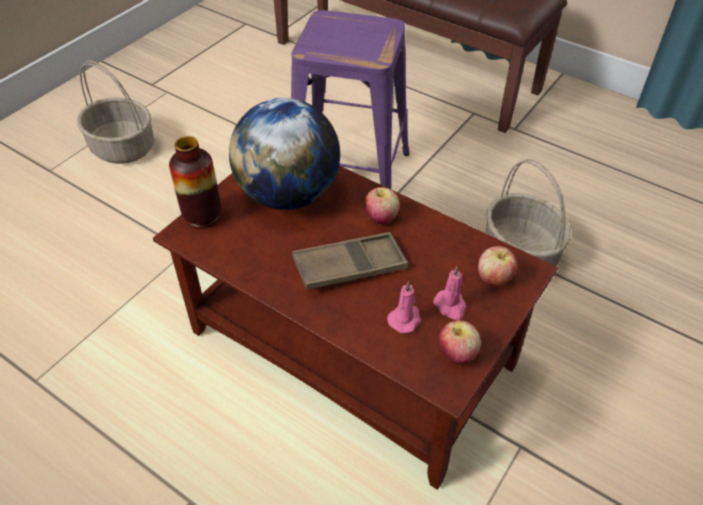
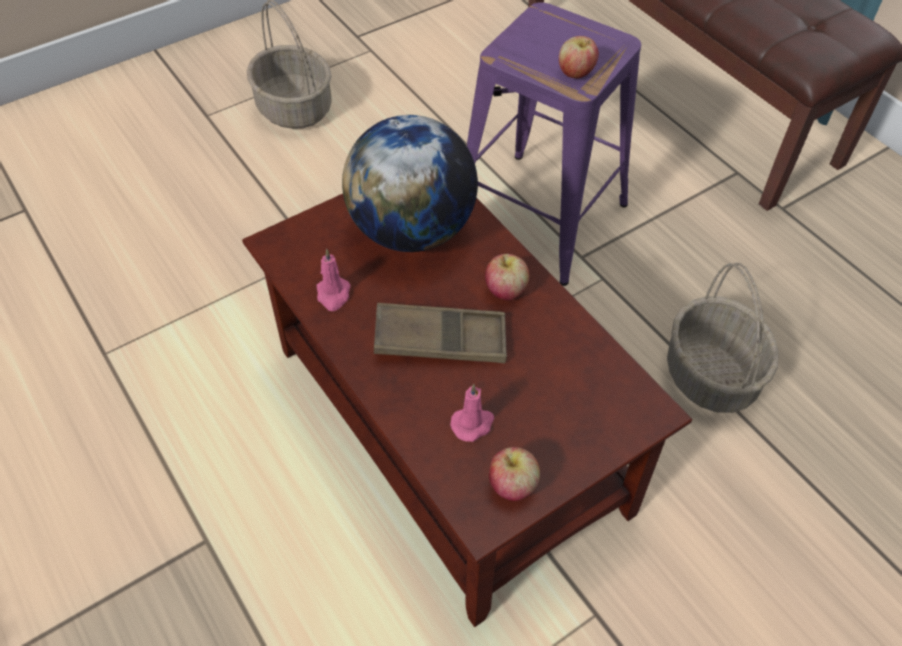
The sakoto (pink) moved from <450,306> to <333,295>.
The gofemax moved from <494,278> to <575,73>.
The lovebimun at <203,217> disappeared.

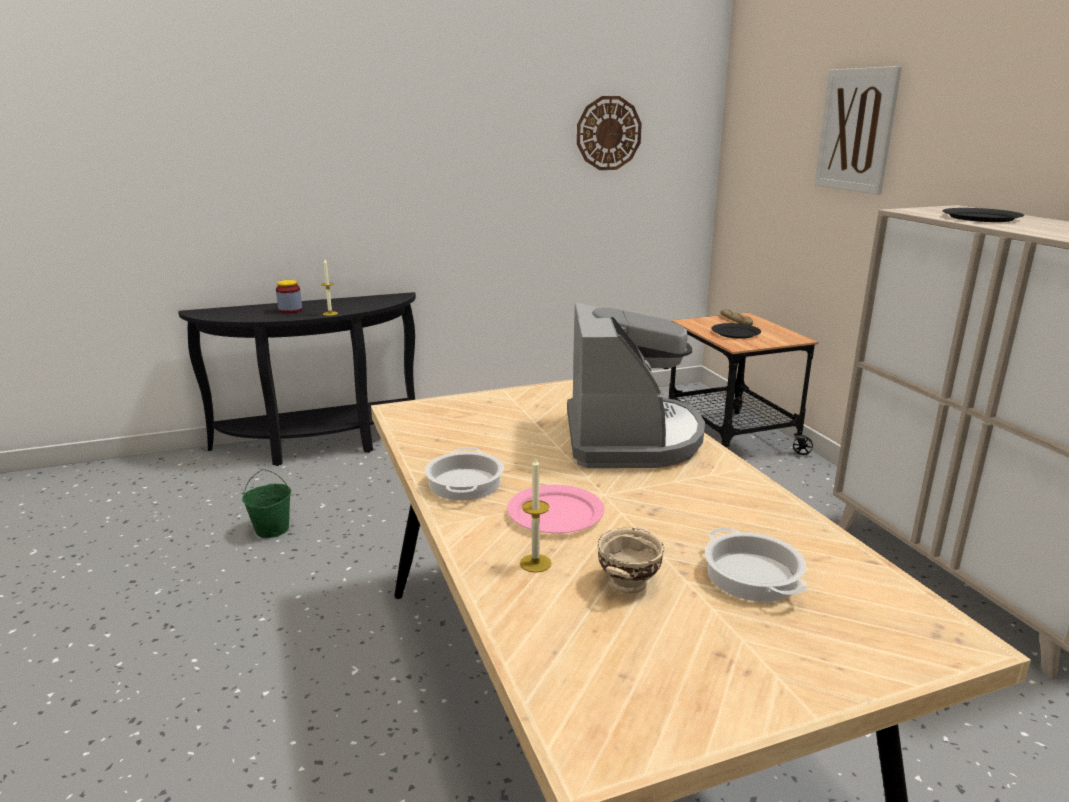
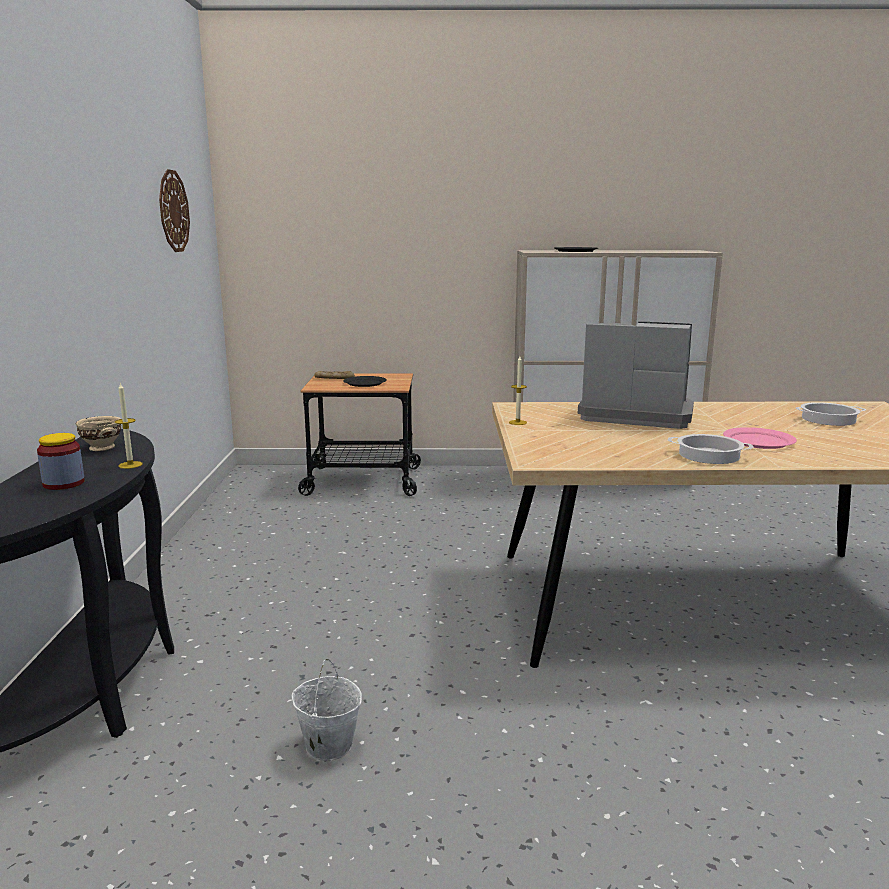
The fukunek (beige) moved from <627,583> to <101,448>.
The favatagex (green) at <272,529> became the favatagex (white) at <328,745>.
The sakoto moved from <535,563> to <517,422>.
The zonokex at <856,130> disappeared.

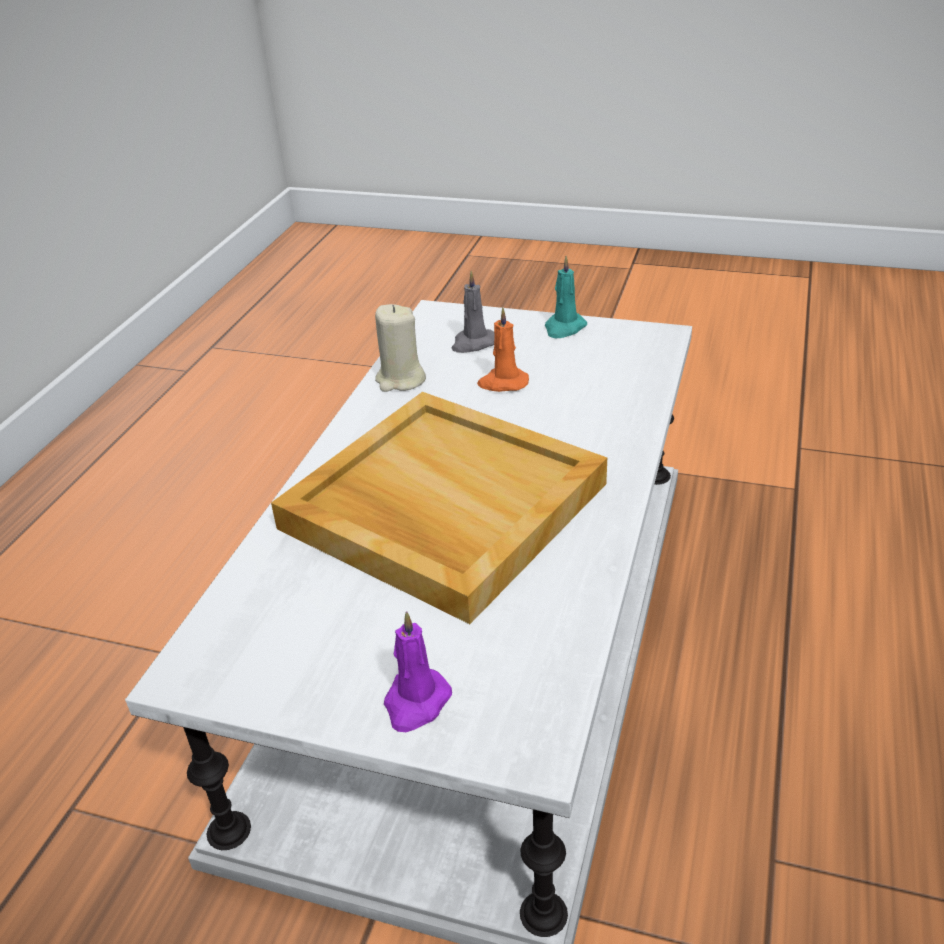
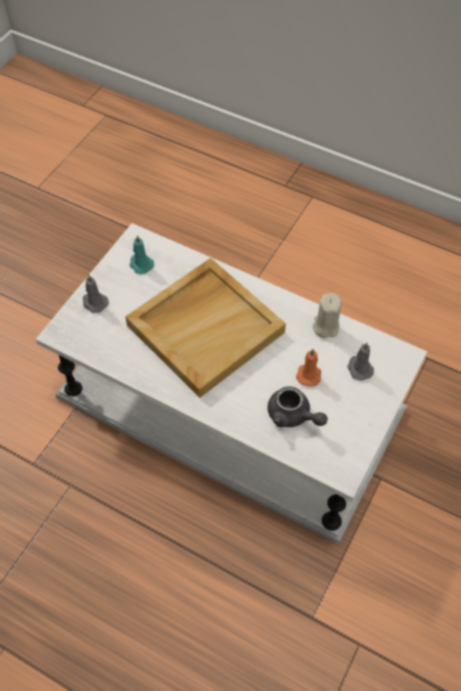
The sakoto (purple) at <416,703> became the sakoto (grey) at <94,302>.
The sakoto (turquoise) moved from <564,328> to <140,264>.
The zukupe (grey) at <293,416> appeared.

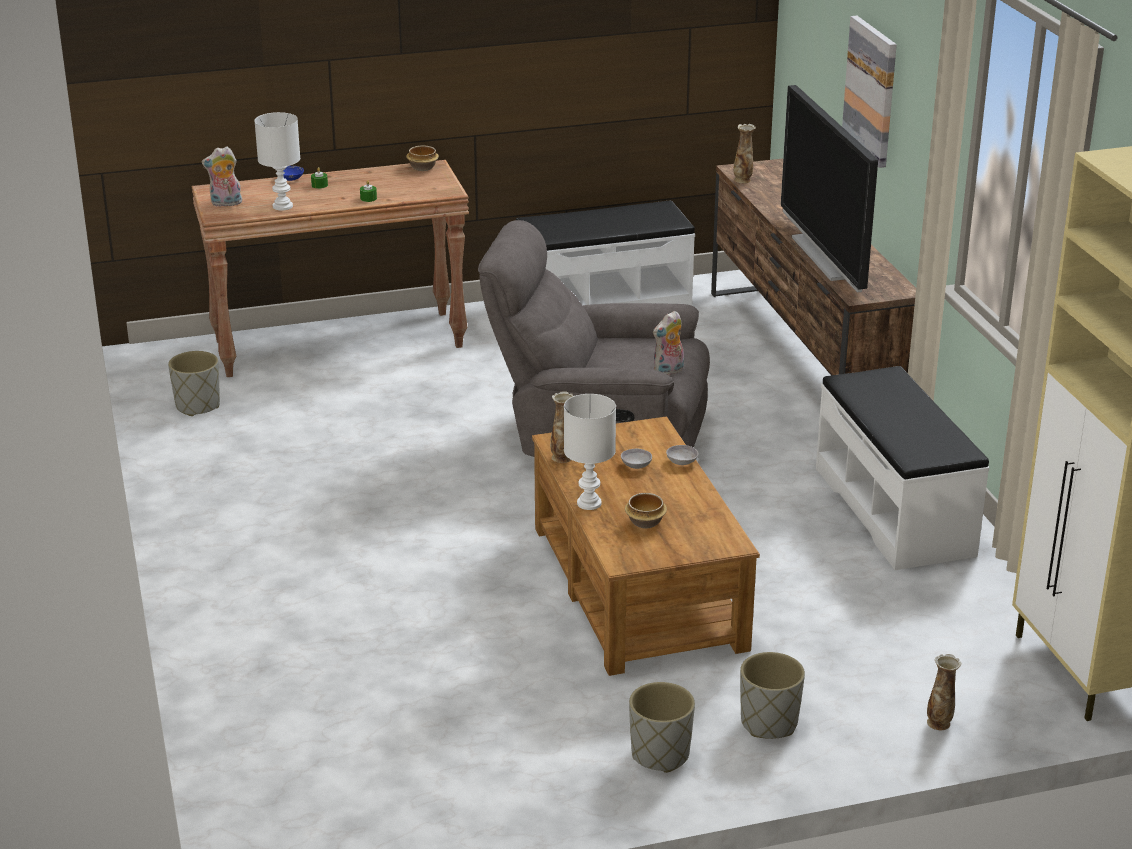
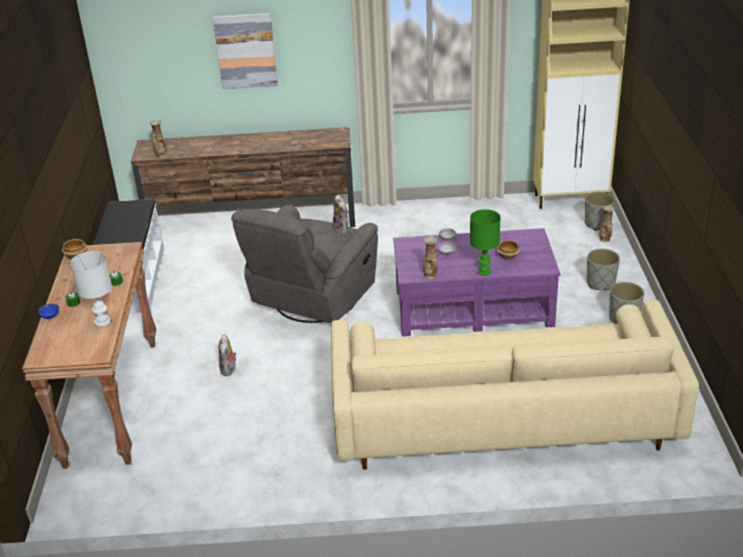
The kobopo moved from <225,204> to <229,370>.
The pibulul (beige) at <502,418> appeared.
The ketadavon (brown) at <638,586> became the ketadavon (purple) at <472,307>.
The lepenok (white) at <589,503> became the lepenok (green) at <483,271>.
The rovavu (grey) moved from <198,406> to <597,224>.
The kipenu at <826,257> disappeared.
The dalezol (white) at <895,511> disappeared.

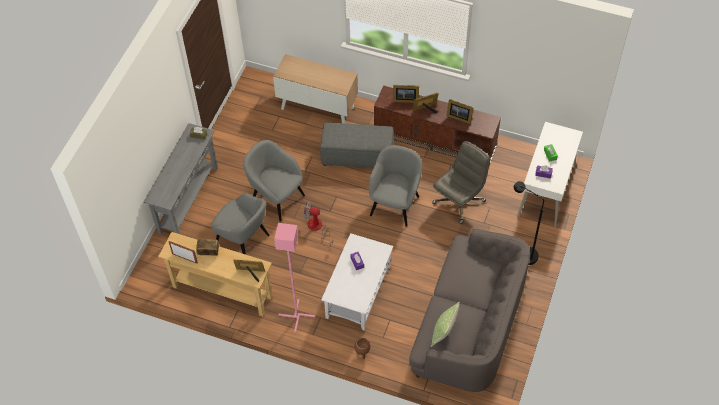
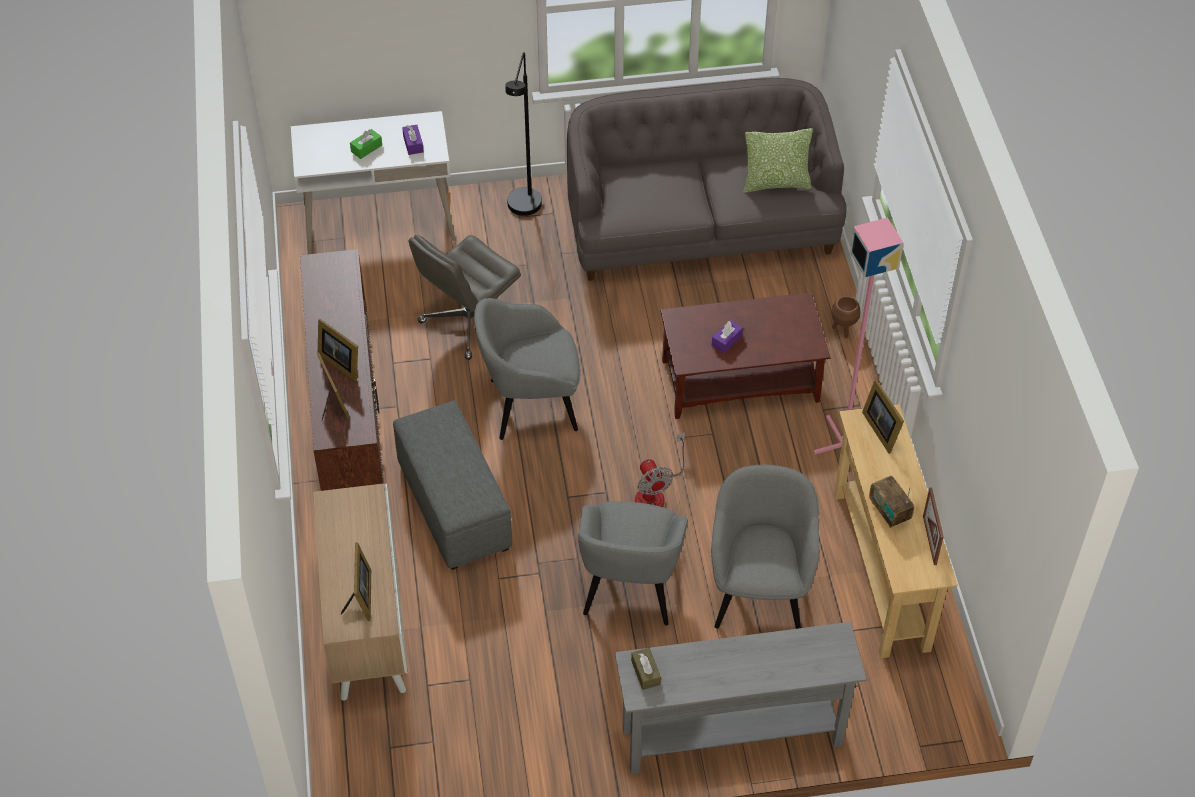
The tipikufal moved from <458,117> to <361,597>.
The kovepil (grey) at <459,201> turned 60 degrees counterclockwise.
The ketadavon (white) at <358,293> became the ketadavon (brown) at <741,380>.

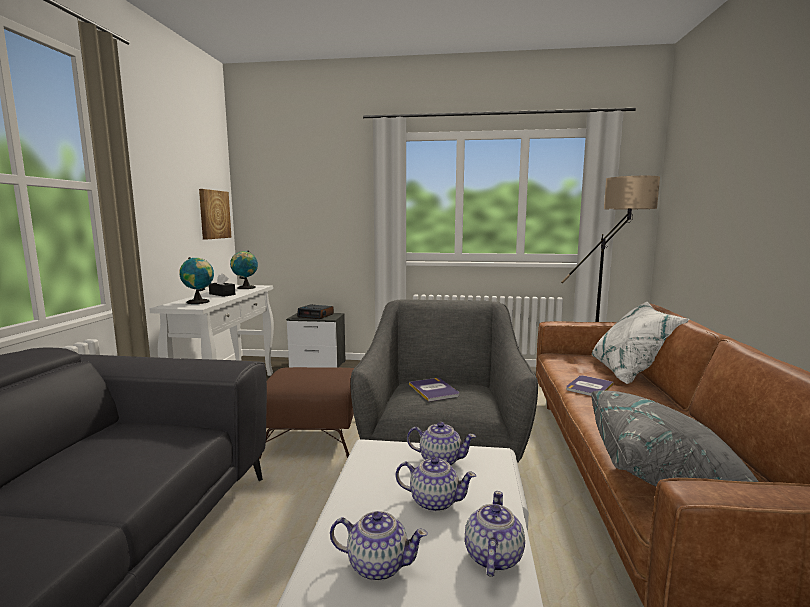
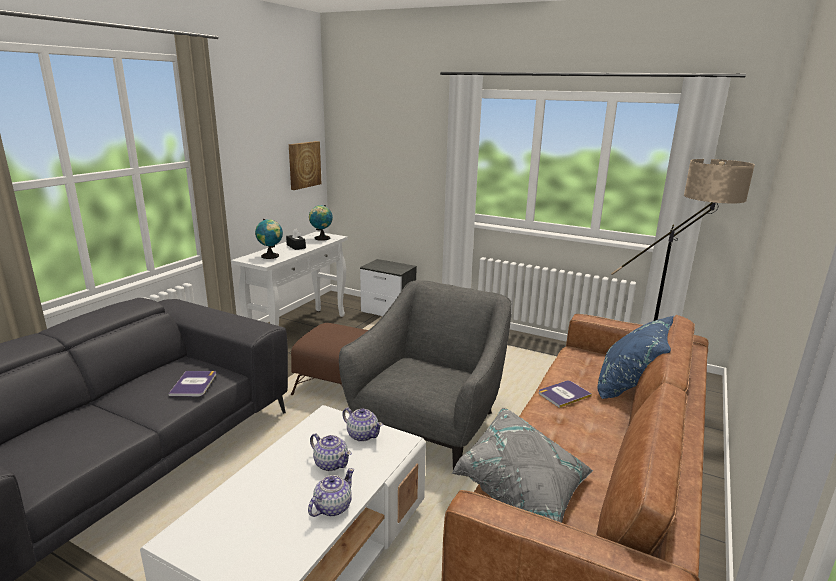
The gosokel moved from <434,390> to <193,384>.
The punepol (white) at <631,373> became the punepol (blue) at <629,386>.
The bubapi at <316,315> disappeared.
The zukupe at <377,565> disappeared.

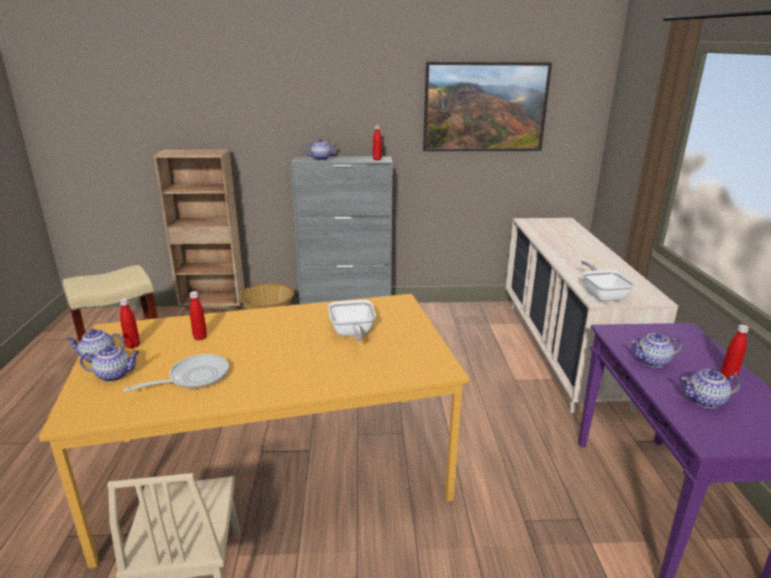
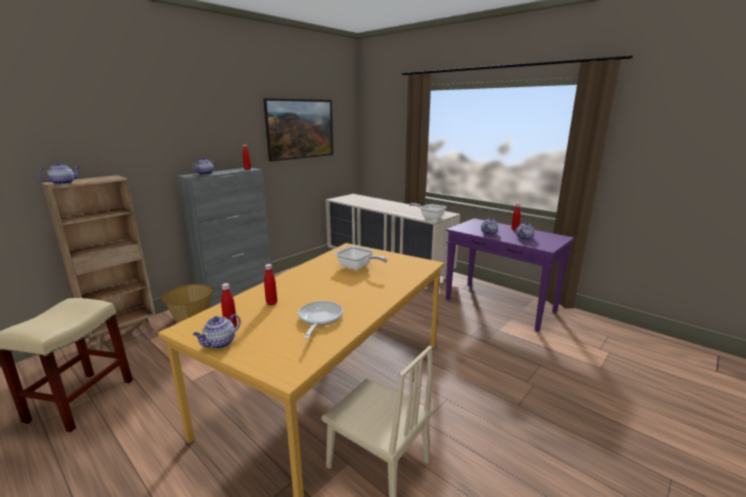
The zukupe moved from <115,375> to <63,183>.

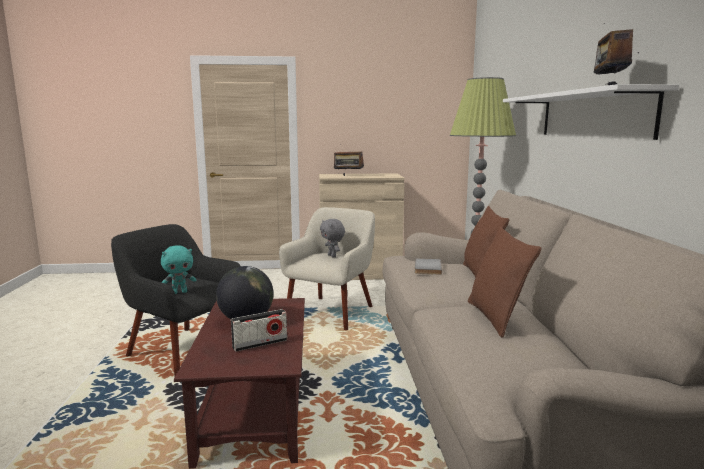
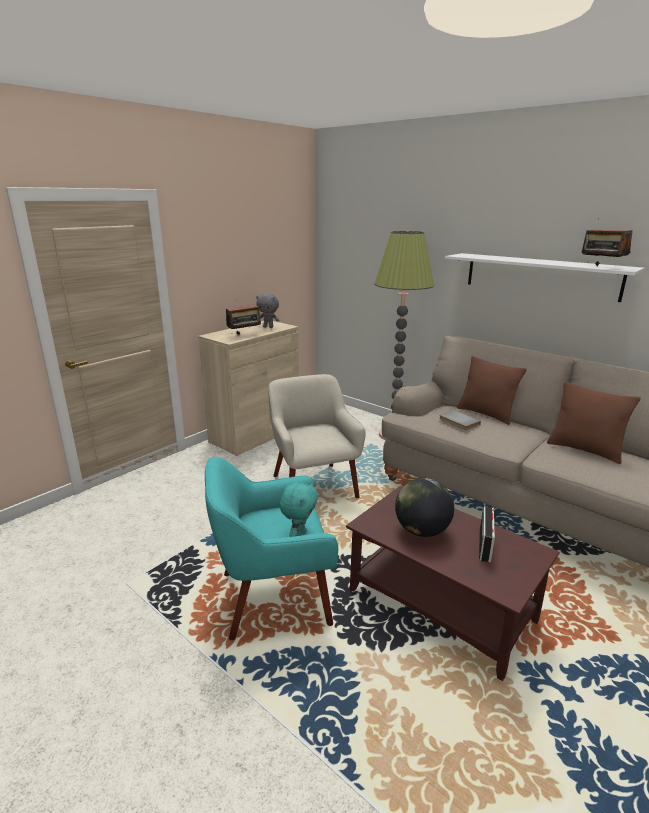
The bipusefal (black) at <183,350> became the bipusefal (turquoise) at <272,597>.
The kobopo (grey) moved from <332,256> to <268,327>.

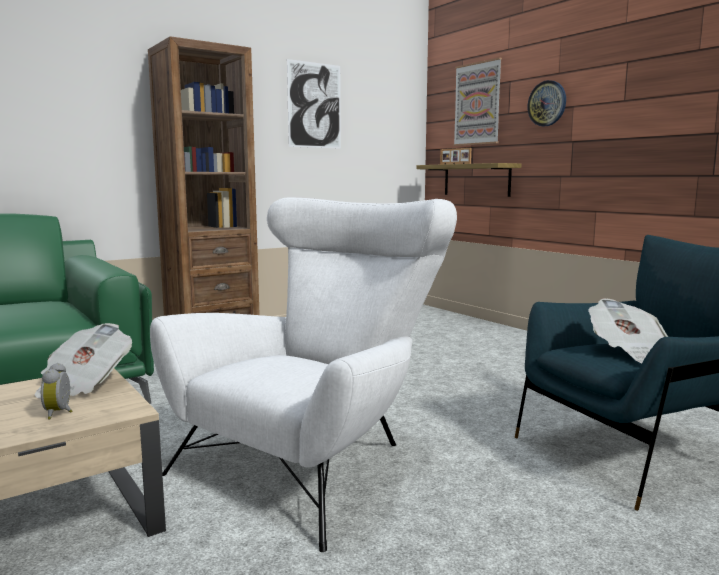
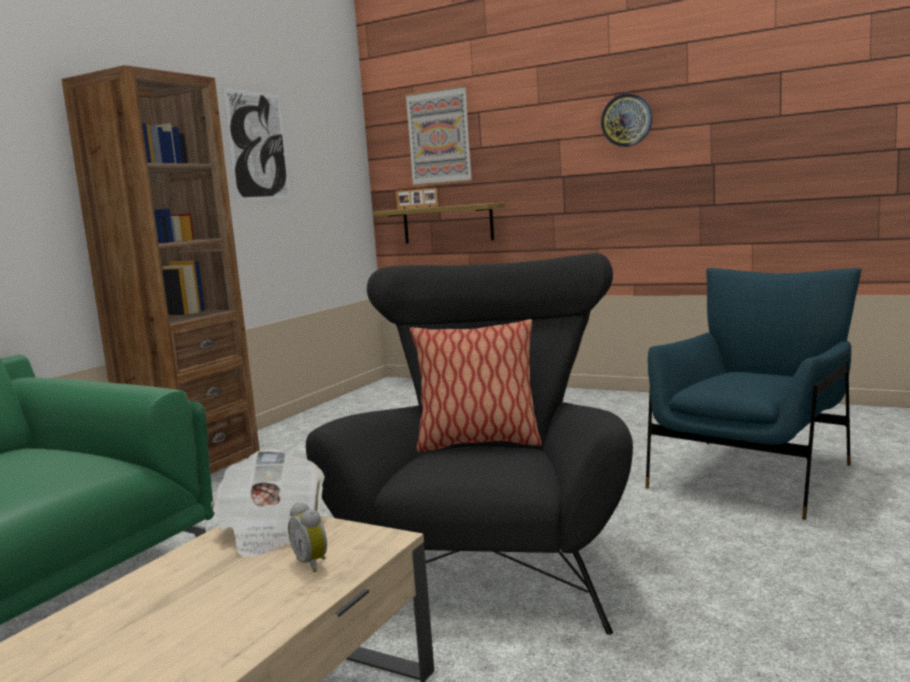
The bipusefal (white) at <314,460> became the bipusefal (black) at <490,559>.
The punepol at <478,443> appeared.
The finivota moved from <547,103> to <626,120>.
The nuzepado at <629,352> disappeared.

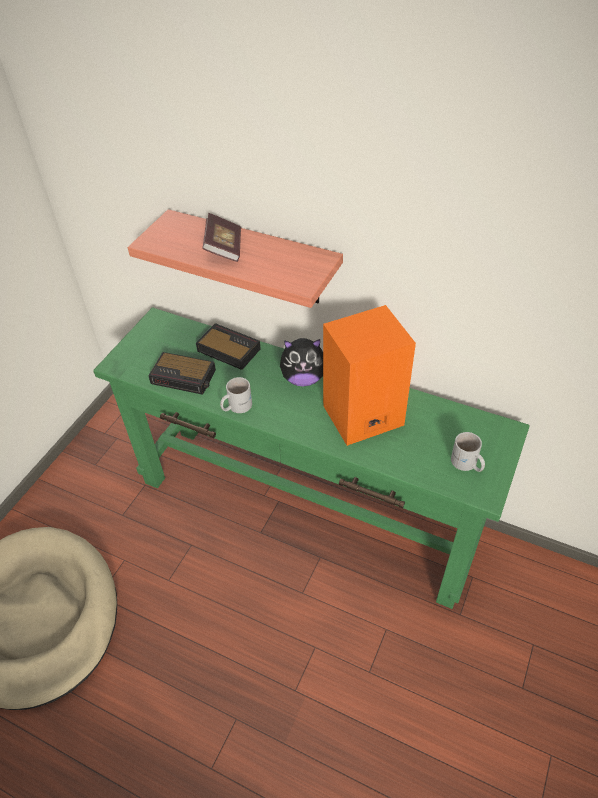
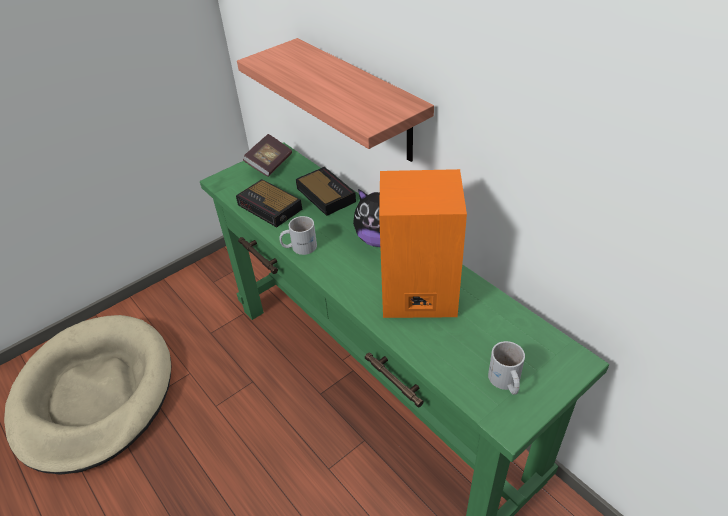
The gosokel moved from <224,248> to <269,164>.

